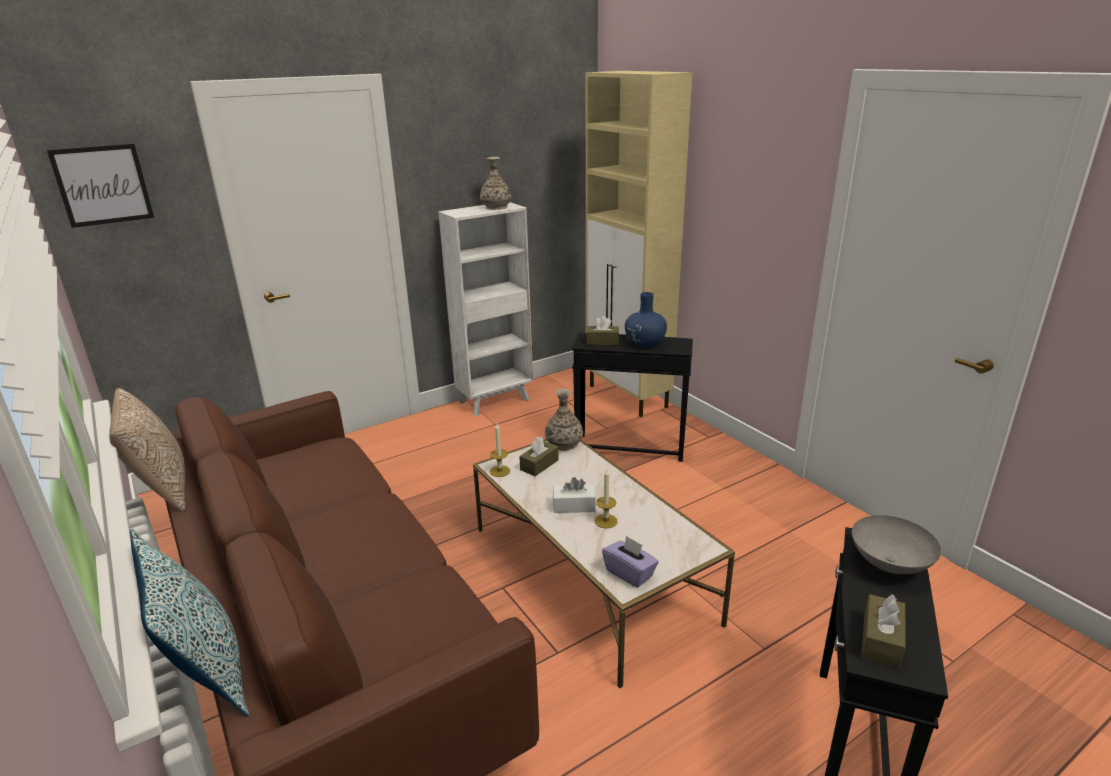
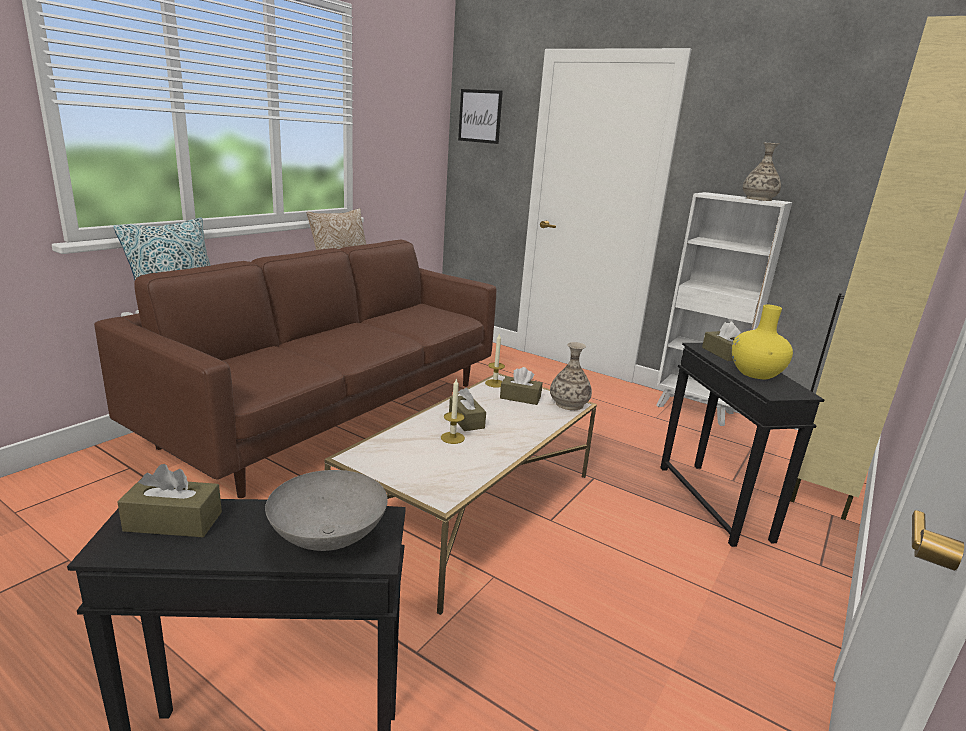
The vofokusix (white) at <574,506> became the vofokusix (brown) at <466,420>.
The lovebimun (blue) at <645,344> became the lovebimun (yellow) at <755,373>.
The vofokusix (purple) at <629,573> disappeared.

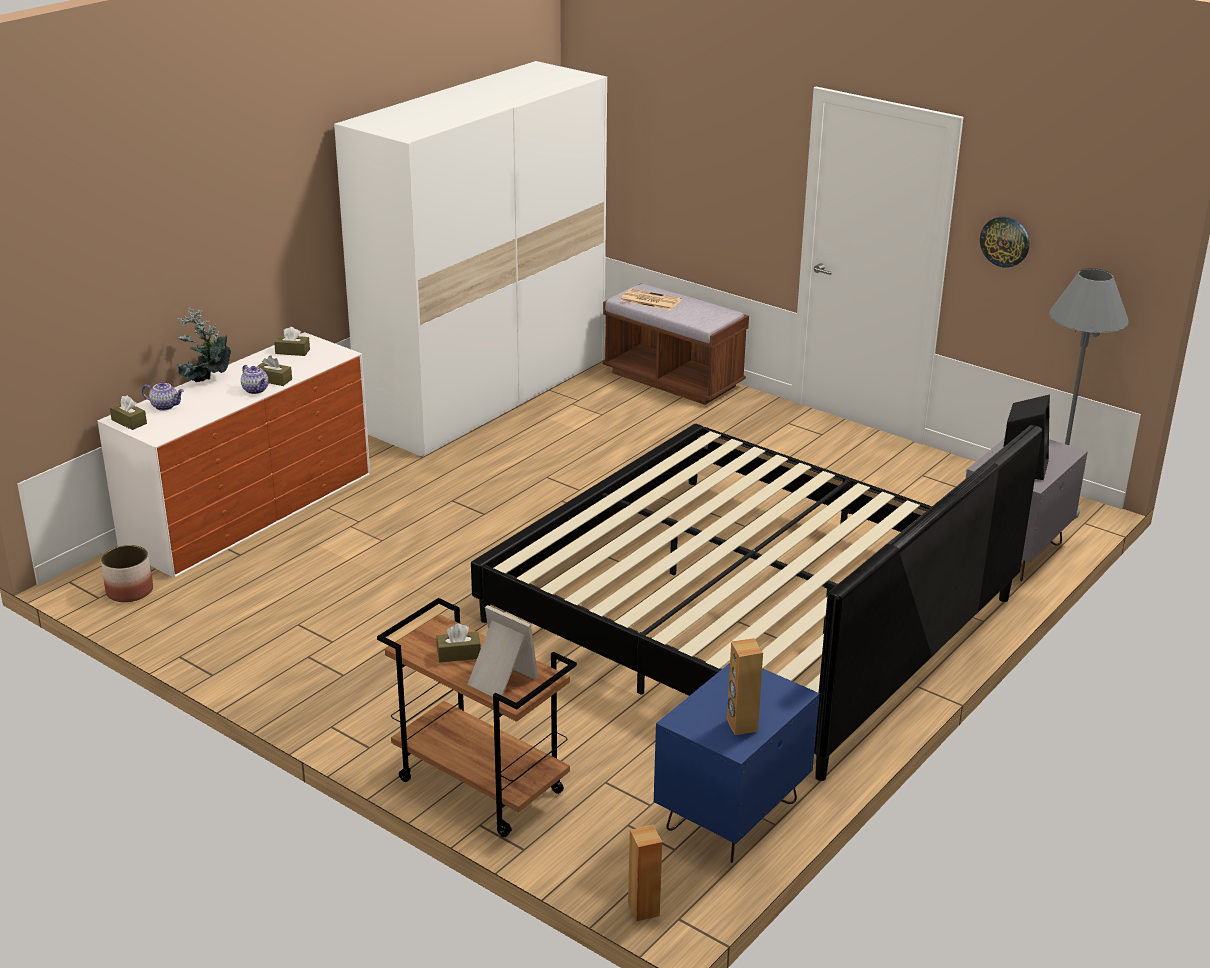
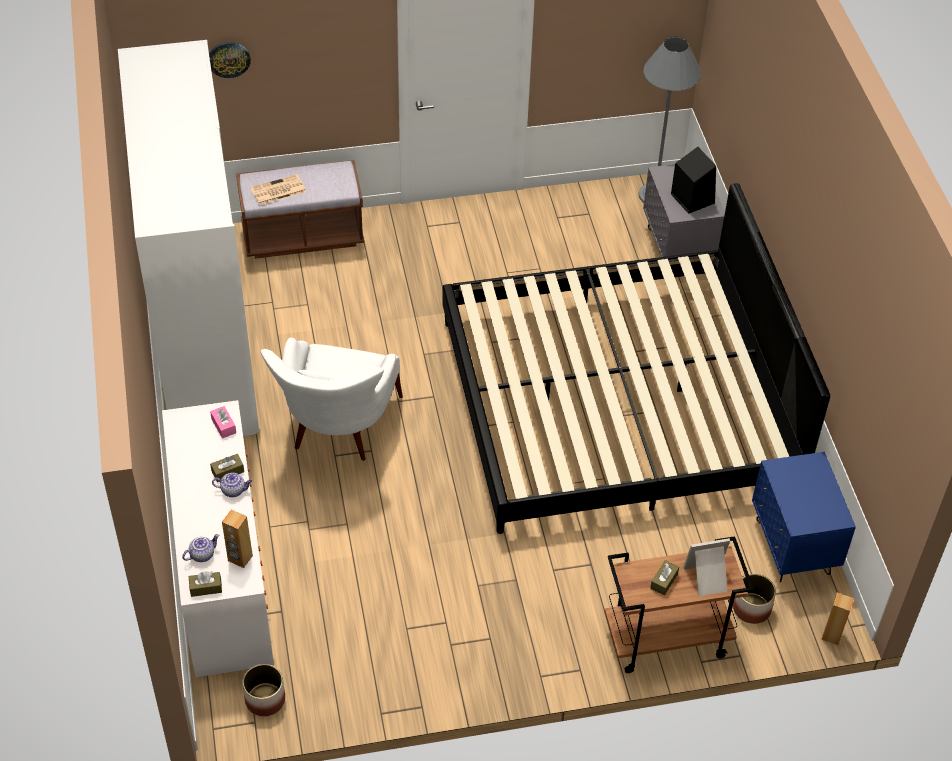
The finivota moved from <1005,241> to <229,59>.
The vofokusix (pink) at <223,426> appeared.
The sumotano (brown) moved from <741,725> to <240,558>.
The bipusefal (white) at <336,433> appeared.
The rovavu at <751,608> appeared.
The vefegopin at <207,383> disappeared.
The vofokusix (brown) at <292,351> disappeared.

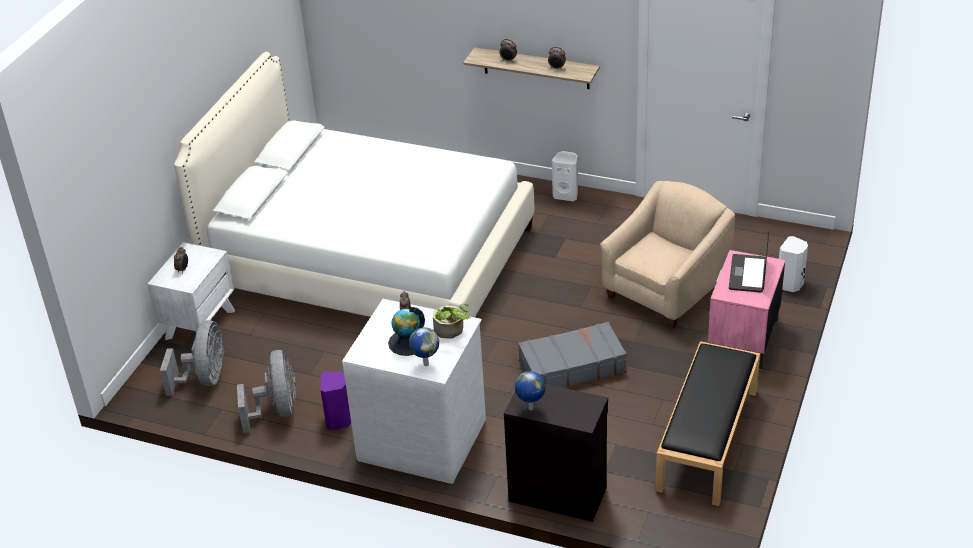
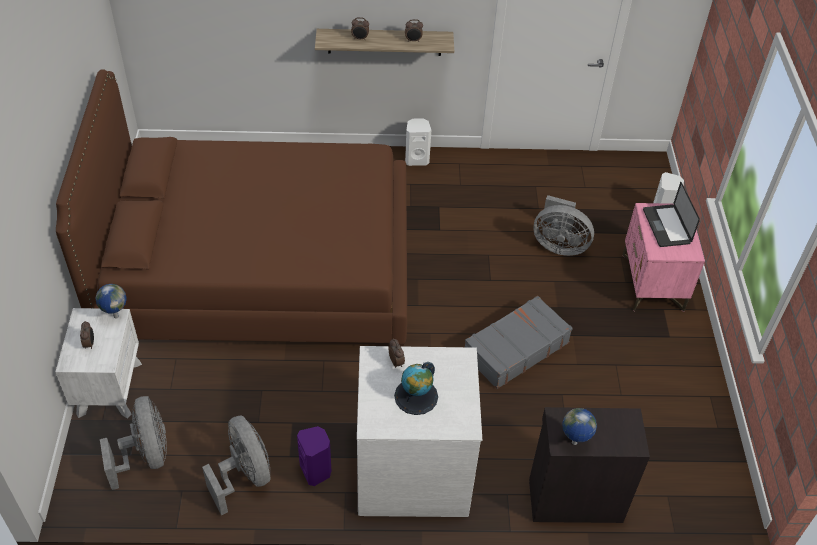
The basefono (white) at <370,259> became the basefono (brown) at <259,269>.
The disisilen moved from <426,364> to <116,316>.
The bipusefal (beige) at <666,291> was replaced by the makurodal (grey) at <558,245>.
The vefegopin at <451,331> disappeared.
The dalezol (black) at <708,440> disappeared.

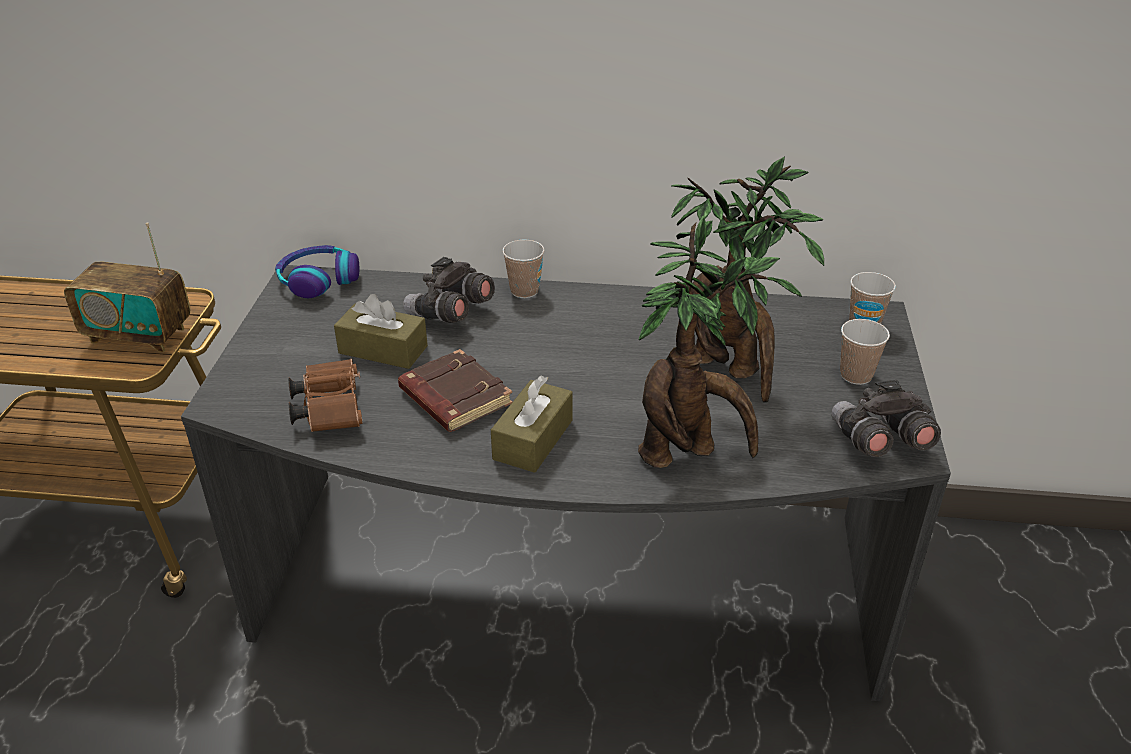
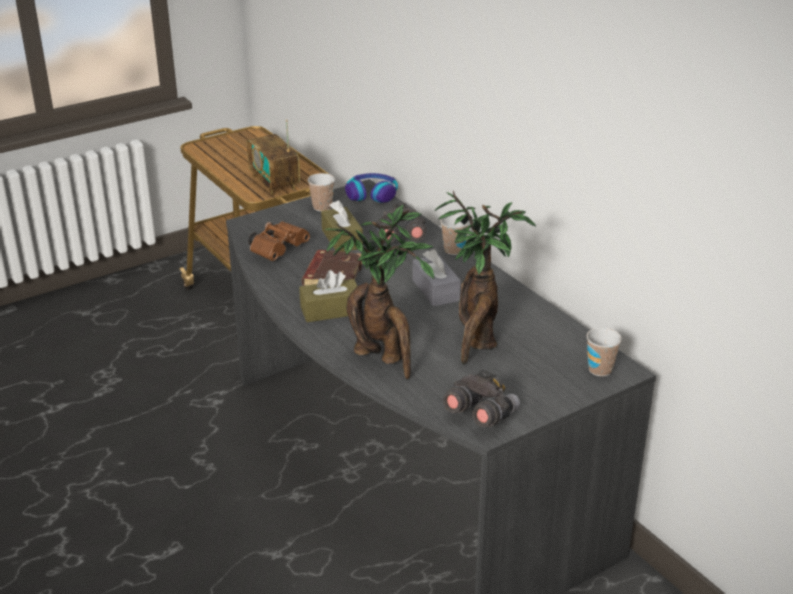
The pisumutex moved from <856,375> to <322,207>.
The vofokusix (grey) at <435,290> appeared.

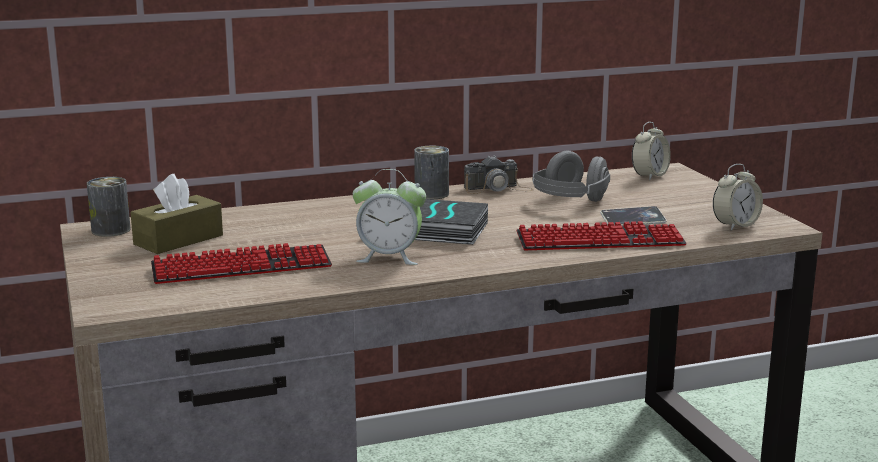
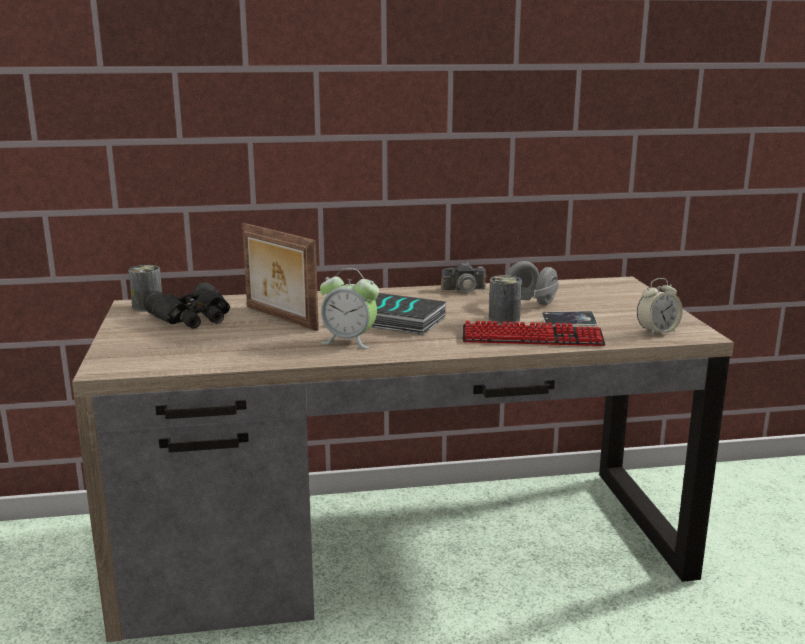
The vofokusix (brown) at <178,240> was replaced by the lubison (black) at <193,317>.
The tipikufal at <279,318> appeared.
The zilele moved from <431,194> to <504,319>.
The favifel at <241,267> disappeared.
The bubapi at <649,176> disappeared.

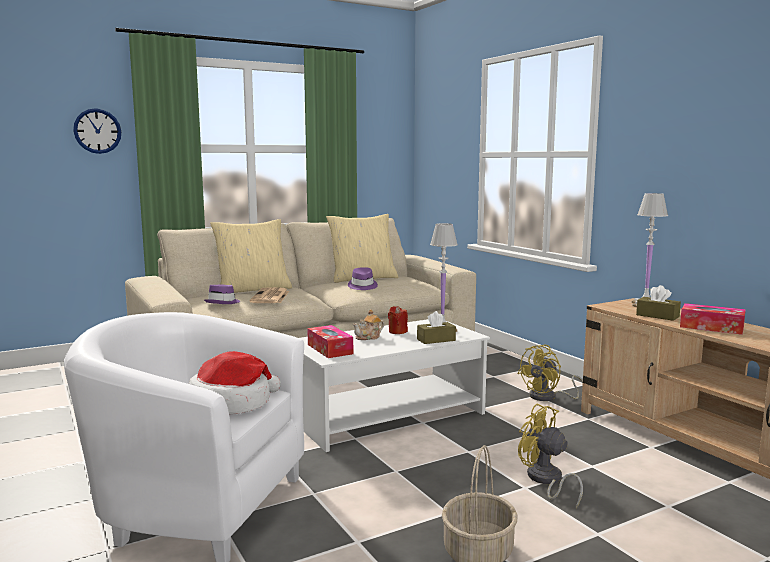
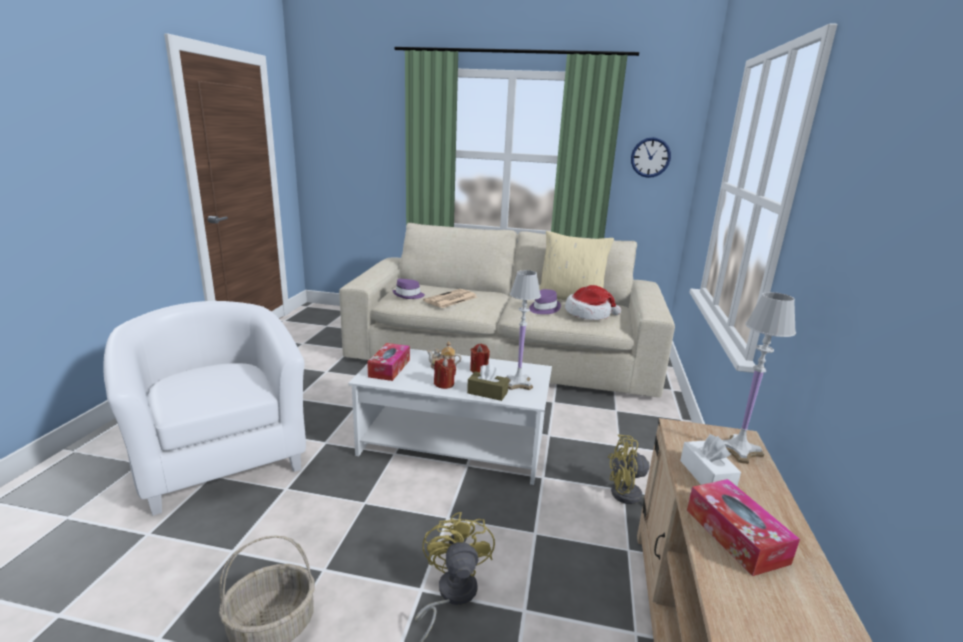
The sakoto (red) at <444,384> appeared.
The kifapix moved from <232,403> to <589,314>.
The finivota moved from <97,131> to <650,157>.
The vofokusix (brown) at <657,316> became the vofokusix (white) at <706,476>.
The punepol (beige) at <253,289> disappeared.

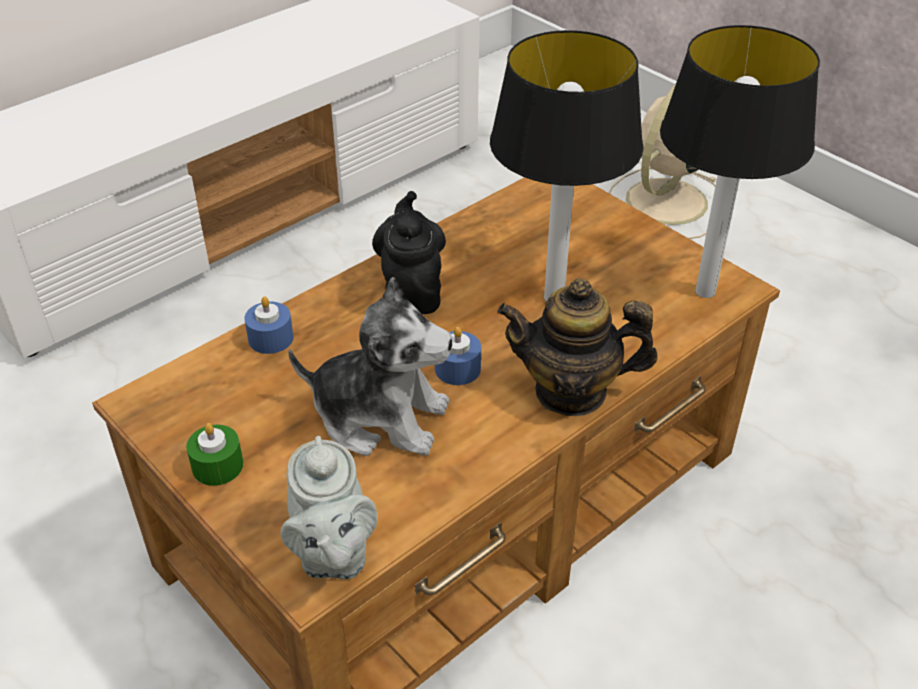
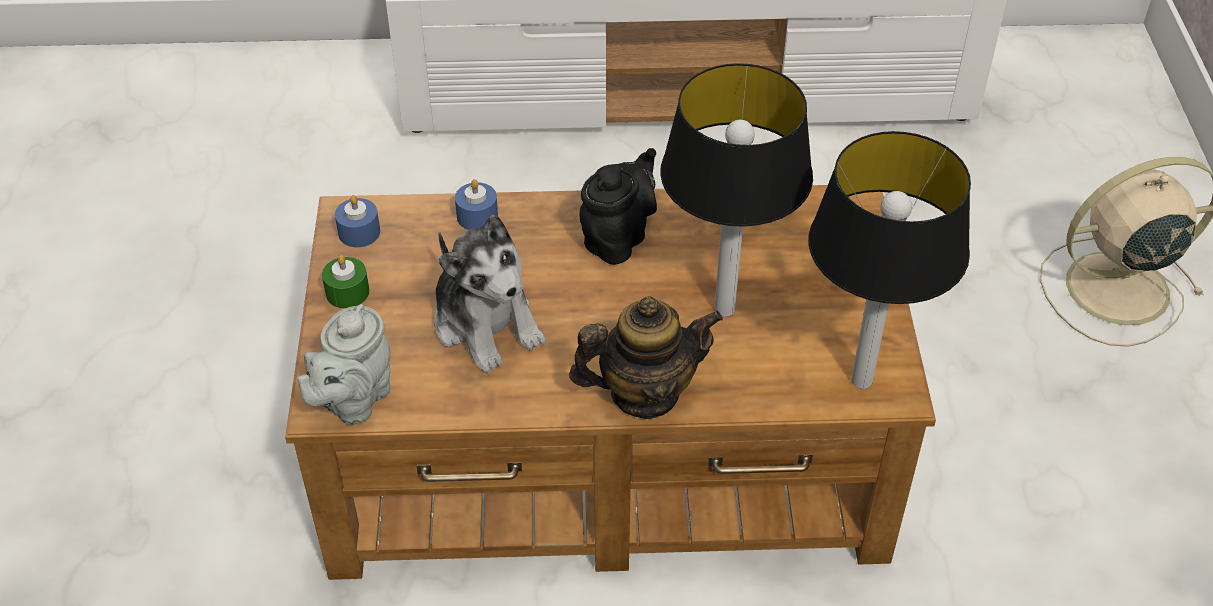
The sakoto (blue) moved from <457,369> to <359,232>.
The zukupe at <571,391> turned 120 degrees clockwise.

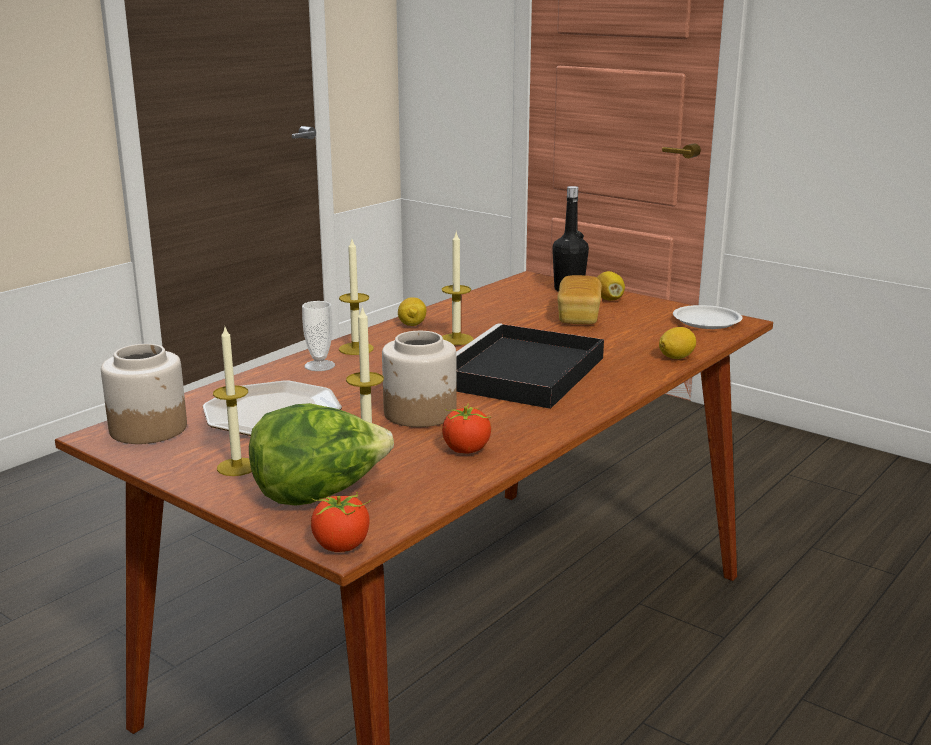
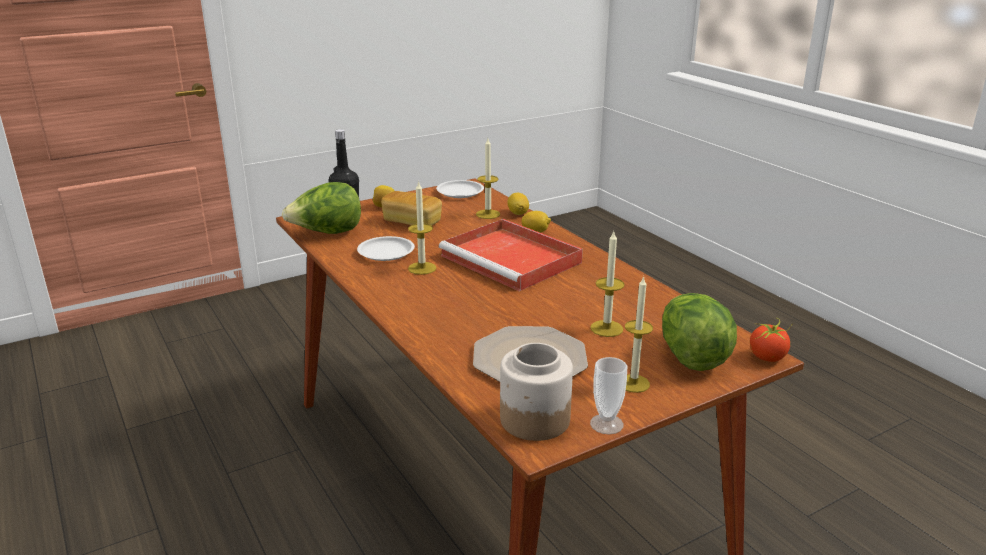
The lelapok at <327,233> appeared.
The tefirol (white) at <386,252> appeared.
The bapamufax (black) at <521,373> became the bapamufax (red) at <513,260>.
The sakoto moved from <356,349> to <488,214>.
The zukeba moved from <412,325> to <535,232>.
The pisumutex moved from <319,365> to <606,424>.
The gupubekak at <421,413> disappeared.
The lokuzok at <466,450> disappeared.

